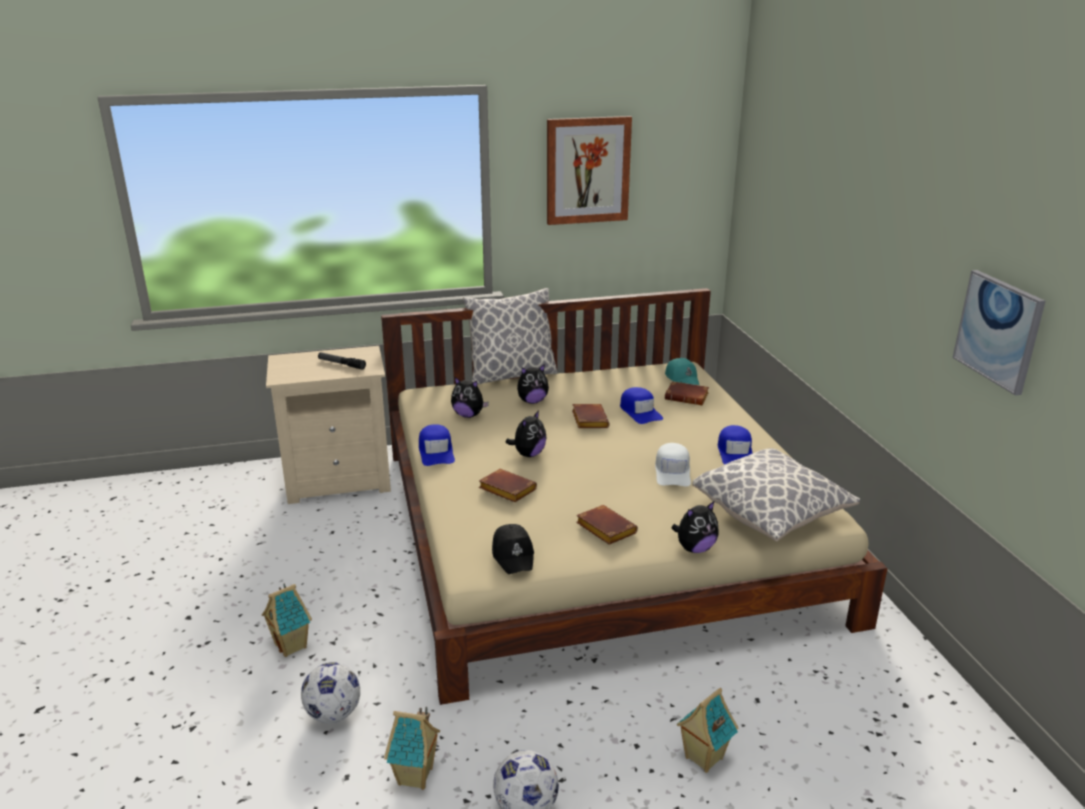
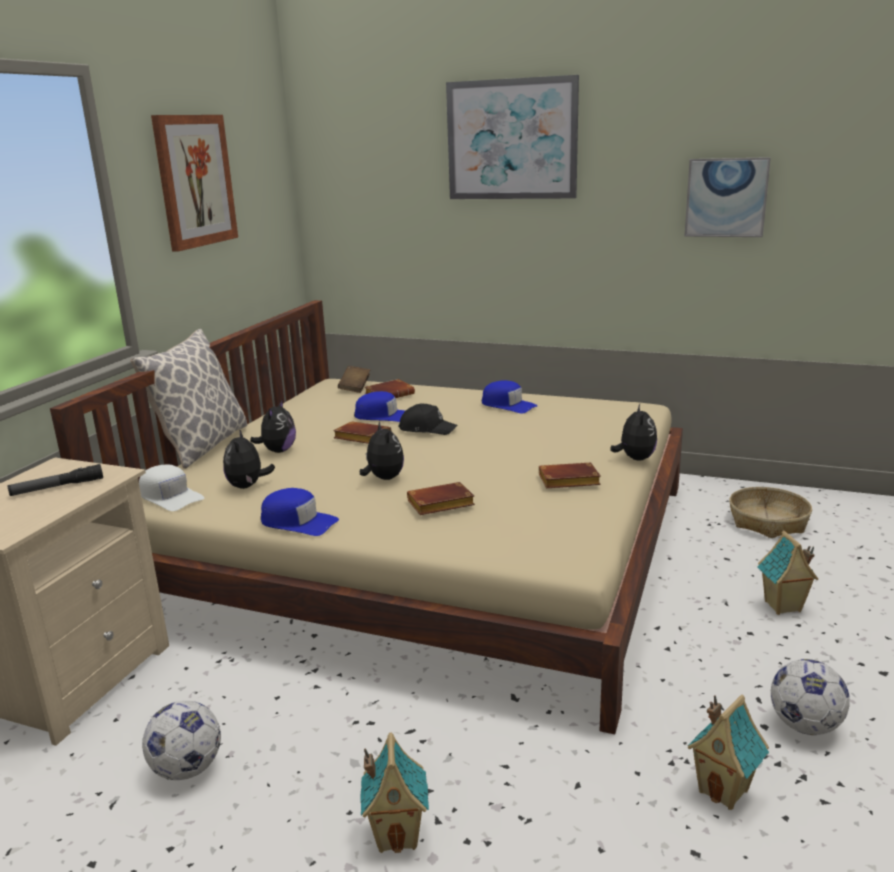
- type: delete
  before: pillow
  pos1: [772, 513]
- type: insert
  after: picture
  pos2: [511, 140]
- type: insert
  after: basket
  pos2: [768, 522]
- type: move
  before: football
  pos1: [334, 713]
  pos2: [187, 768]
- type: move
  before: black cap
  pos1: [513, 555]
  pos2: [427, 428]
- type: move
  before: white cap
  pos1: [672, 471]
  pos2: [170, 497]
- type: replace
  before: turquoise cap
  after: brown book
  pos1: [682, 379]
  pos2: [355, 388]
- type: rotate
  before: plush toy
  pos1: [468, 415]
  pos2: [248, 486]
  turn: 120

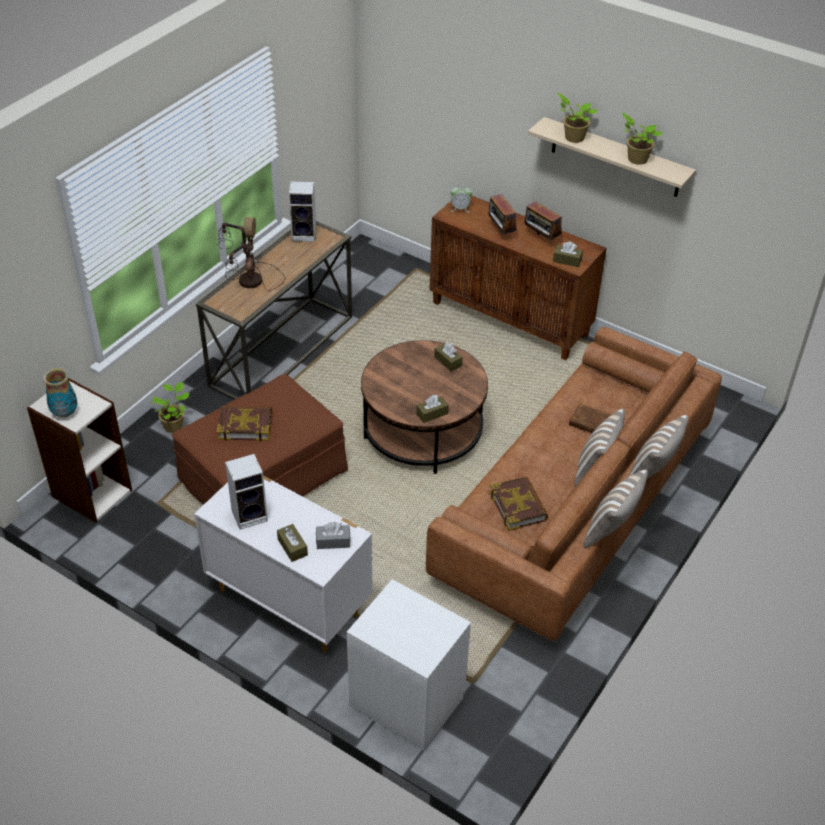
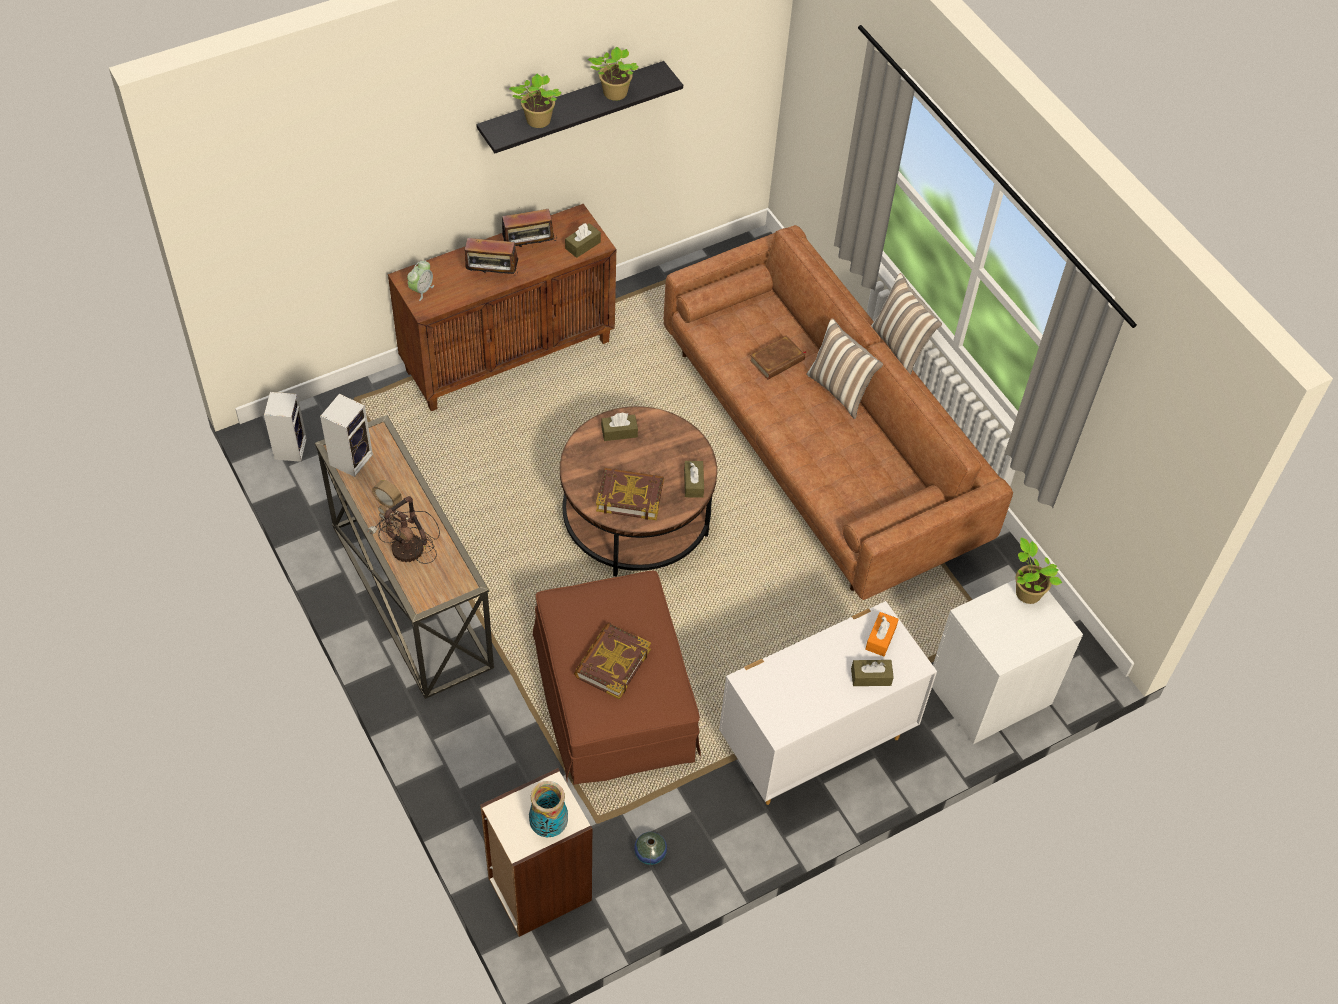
- type: delete
  before: pillow
  pos1: [611, 531]
- type: insert
  after: vase
  pos2: [650, 853]
- type: move
  before: potted plant
  pos1: [174, 425]
  pos2: [1026, 592]
- type: move
  before: speaker
  pos1: [250, 515]
  pos2: [290, 447]
- type: move
  before: book
  pos1: [518, 506]
  pos2: [630, 496]
- type: recolor
  before: grey tissue box
  after: orange tissue box
  pos1: [333, 541]
  pos2: [880, 638]
- type: recolor
  before: beige shelf
  after: black shelf
  pos1: [615, 158]
  pos2: [571, 108]

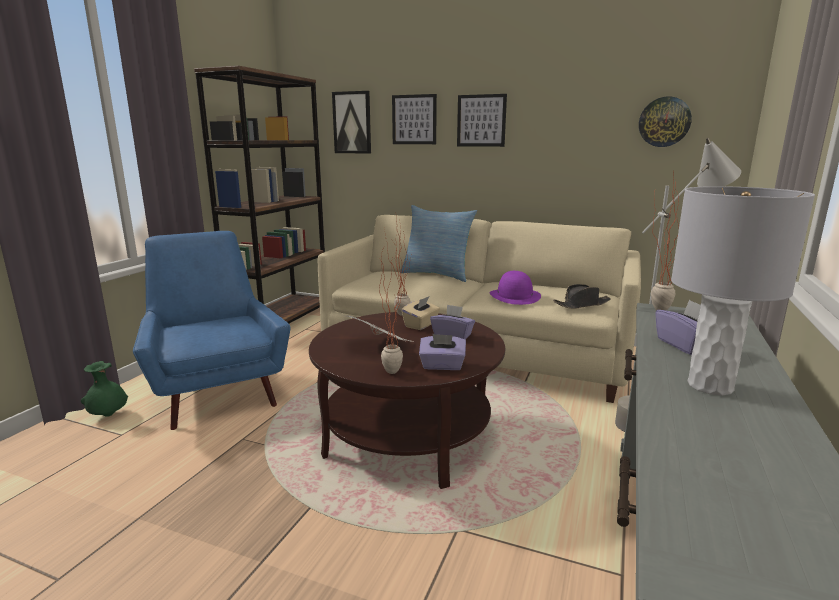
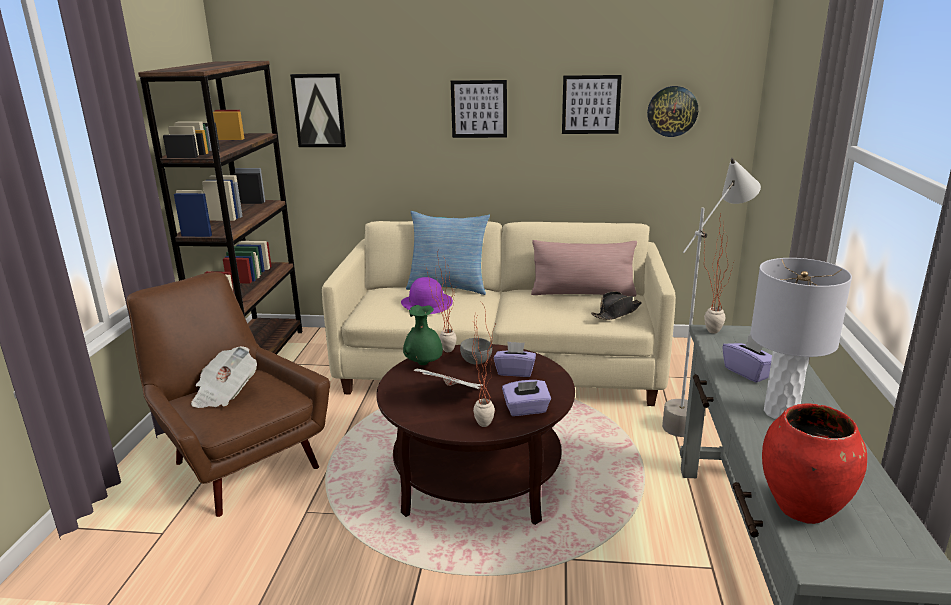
- type: insert
  after: newspaper
  pos2: [225, 394]
- type: insert
  after: pink pillow
  pos2: [583, 293]
- type: insert
  after: red vase
  pos2: [803, 509]
- type: move
  before: green vase
  pos1: [108, 415]
  pos2: [423, 364]
- type: move
  before: picture
  pos1: [414, 119]
  pos2: [591, 104]
- type: move
  before: purple hat
  pos1: [515, 296]
  pos2: [427, 303]
- type: replace
  before: beige tissue box
  after: grey bowl
  pos1: [421, 325]
  pos2: [476, 362]
- type: recolor
  before: blue armchair
  after: brown armchair
  pos1: [216, 390]
  pos2: [237, 460]

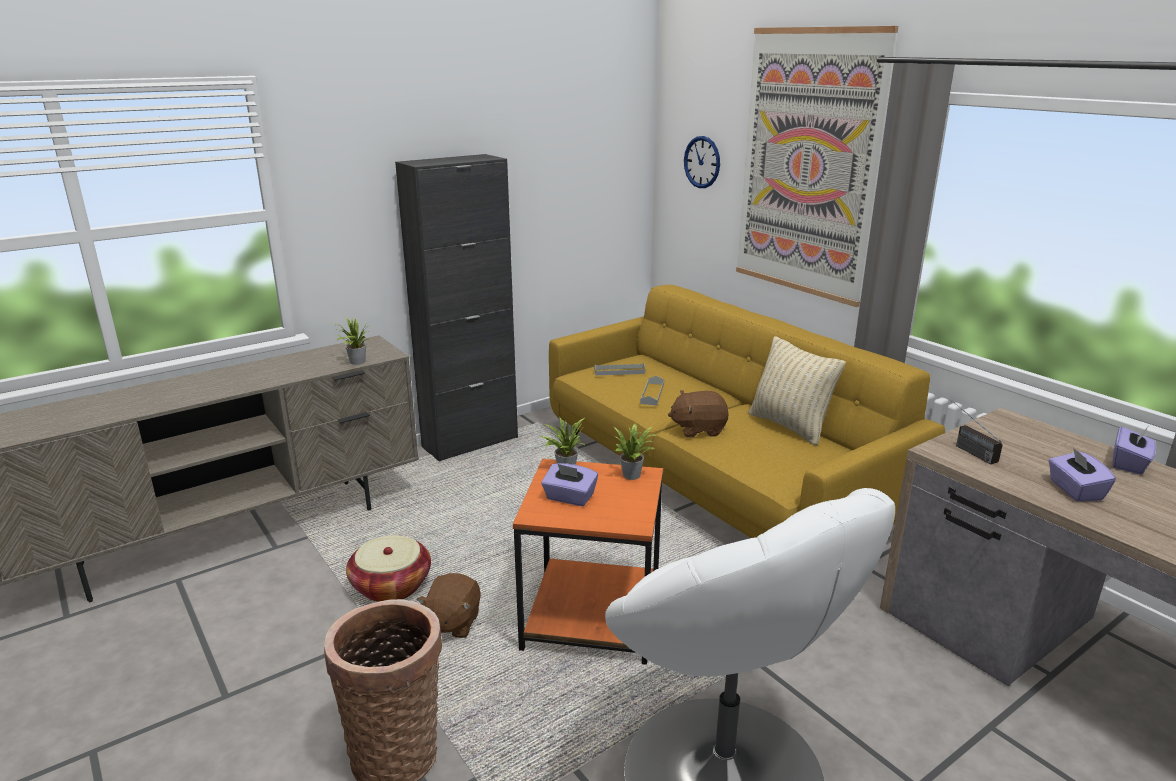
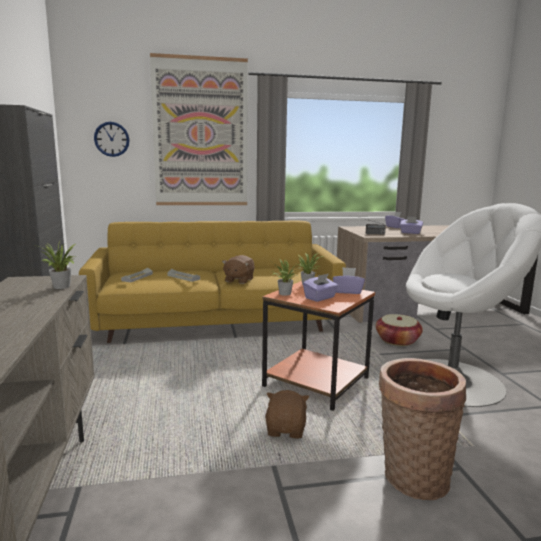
- type: delete
  before: beige pillow
  pos1: [789, 426]
- type: insert
  after: purple tissue box
  pos2: [347, 291]
- type: move
  before: basket
  pos1: [391, 586]
  pos2: [397, 340]
- type: rotate
  before: brown plush toy
  pos1: [452, 623]
  pos2: [286, 430]
  turn: -120

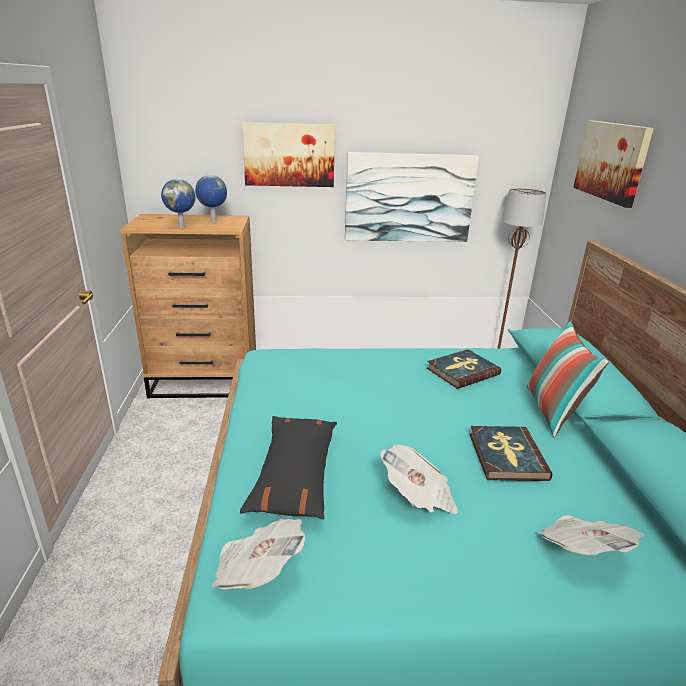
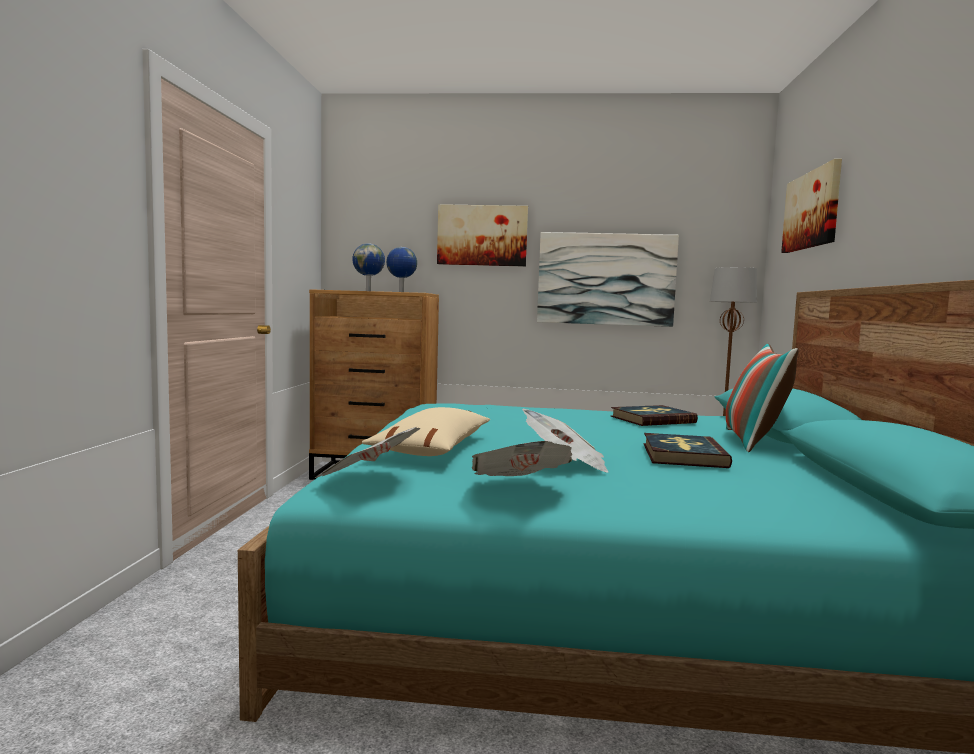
- type: move
  before: newspaper
  pos1: [582, 550]
  pos2: [519, 489]
- type: recolor
  before: black pillow
  after: beige pillow
  pos1: [295, 475]
  pos2: [433, 448]

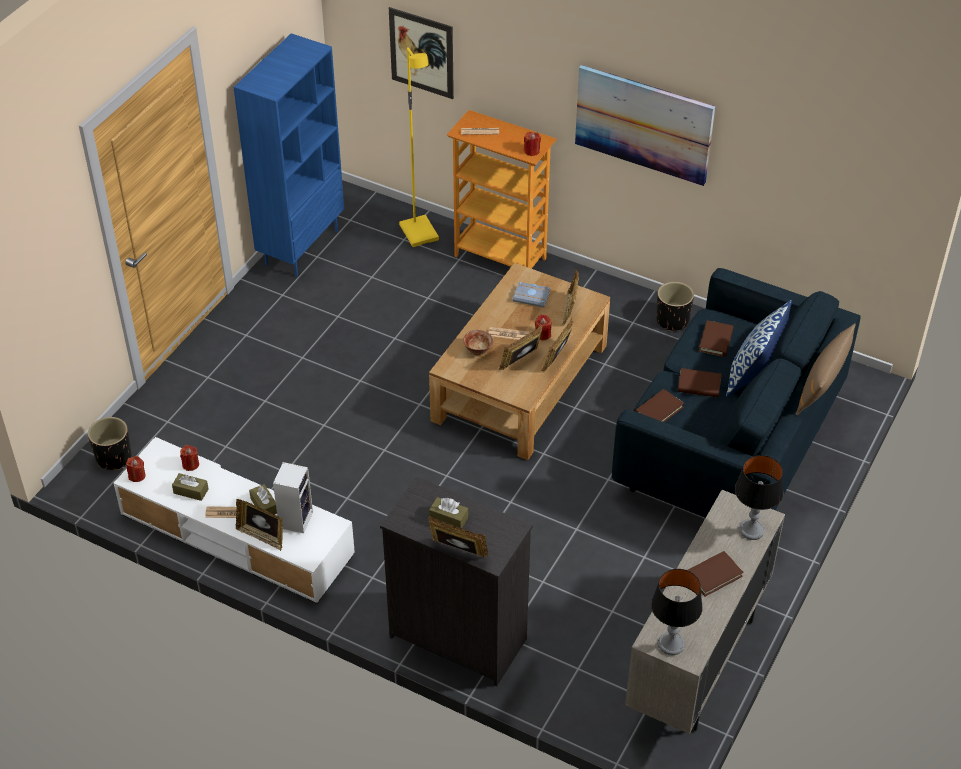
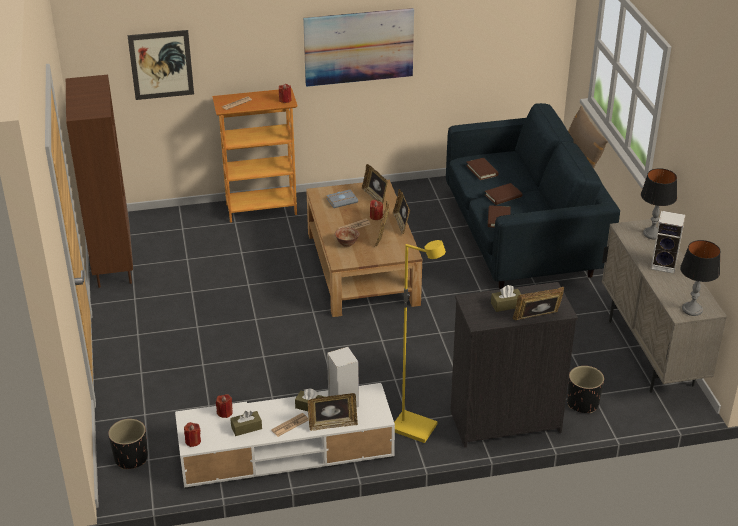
- type: delete
  before: pillow
  pos1: [753, 375]
- type: move
  before: yellow floor lamp
  pos1: [420, 233]
  pos2: [415, 427]
- type: move
  before: black planter
  pos1: [673, 320]
  pos2: [583, 403]
- type: replace
  before: brown book
  after: speaker
  pos1: [713, 575]
  pos2: [665, 265]
- type: recolor
  before: blue bookcase
  after: brown bookcase
  pos1: [301, 246]
  pos2: [112, 265]

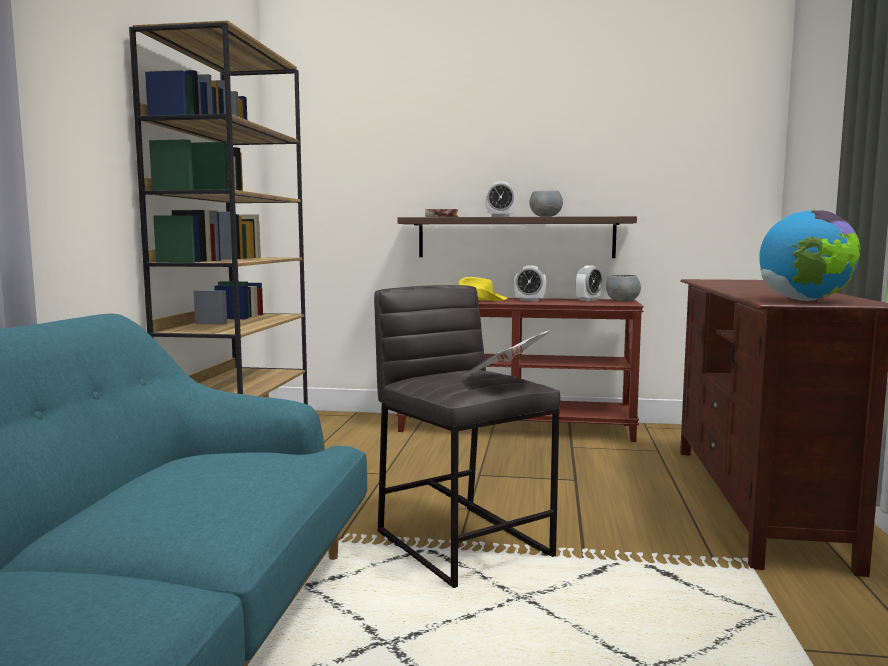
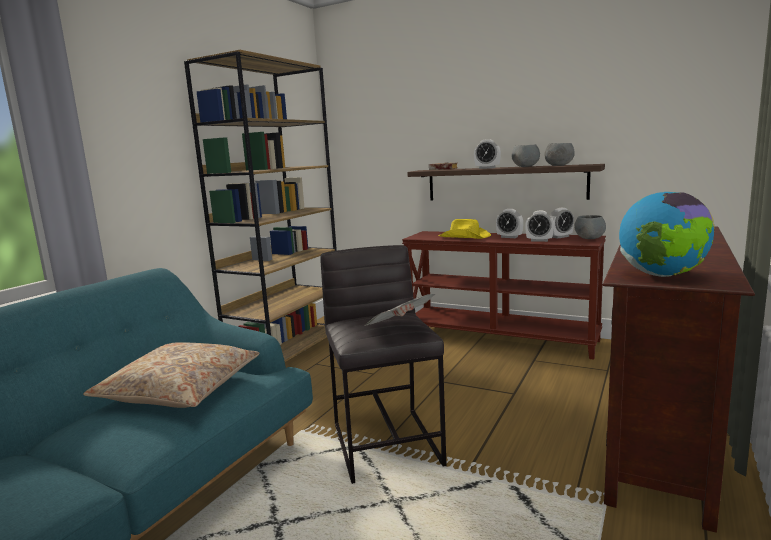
- type: insert
  after: beige pillow
  pos2: [181, 389]
- type: insert
  after: alarm clock
  pos2: [539, 240]
- type: insert
  after: grey bowl
  pos2: [558, 165]

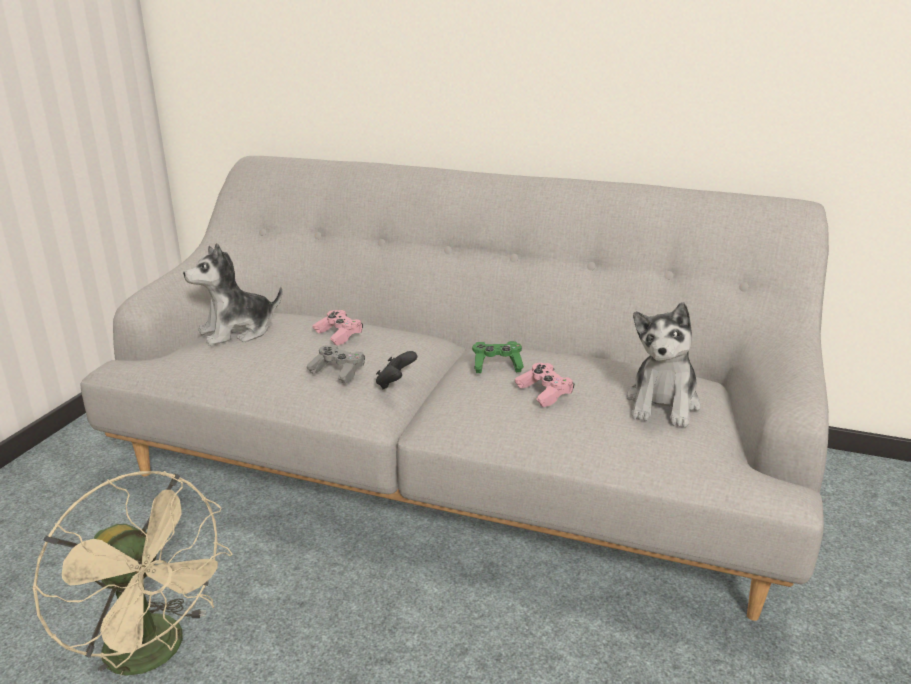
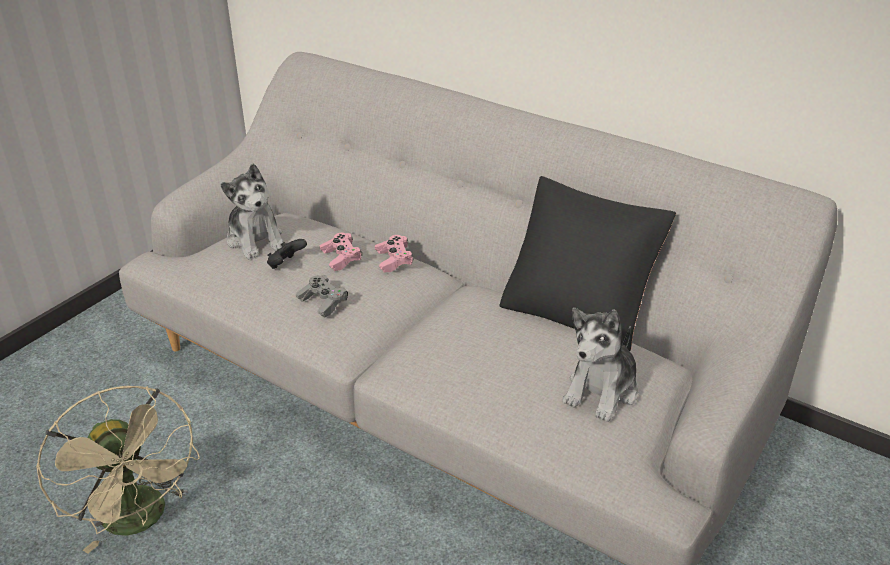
- type: delete
  before: green game controller
  pos1: [497, 365]
- type: insert
  after: black pillow
  pos2: [579, 307]
- type: move
  before: black game controller
  pos1: [395, 384]
  pos2: [286, 265]
- type: move
  before: pink game controller
  pos1: [544, 393]
  pos2: [394, 260]
- type: rotate
  before: plush toy
  pos1: [237, 332]
  pos2: [256, 240]
  turn: -105

